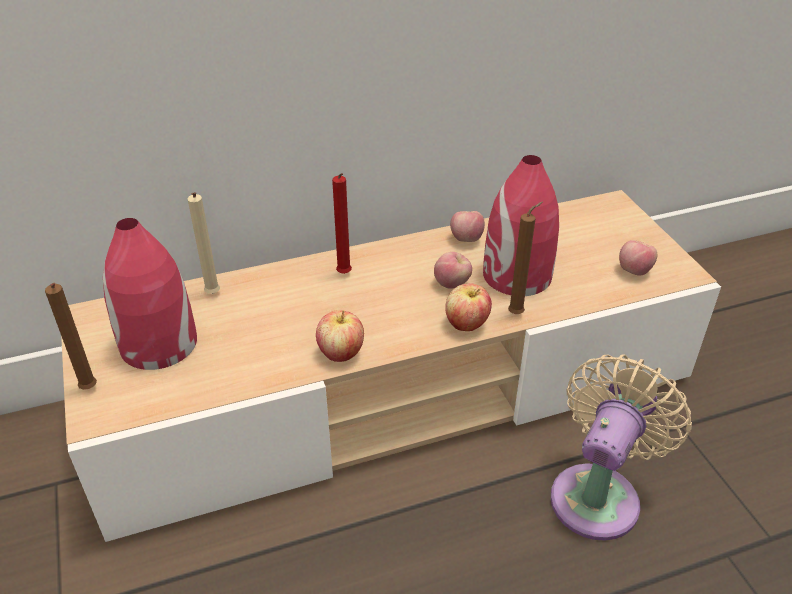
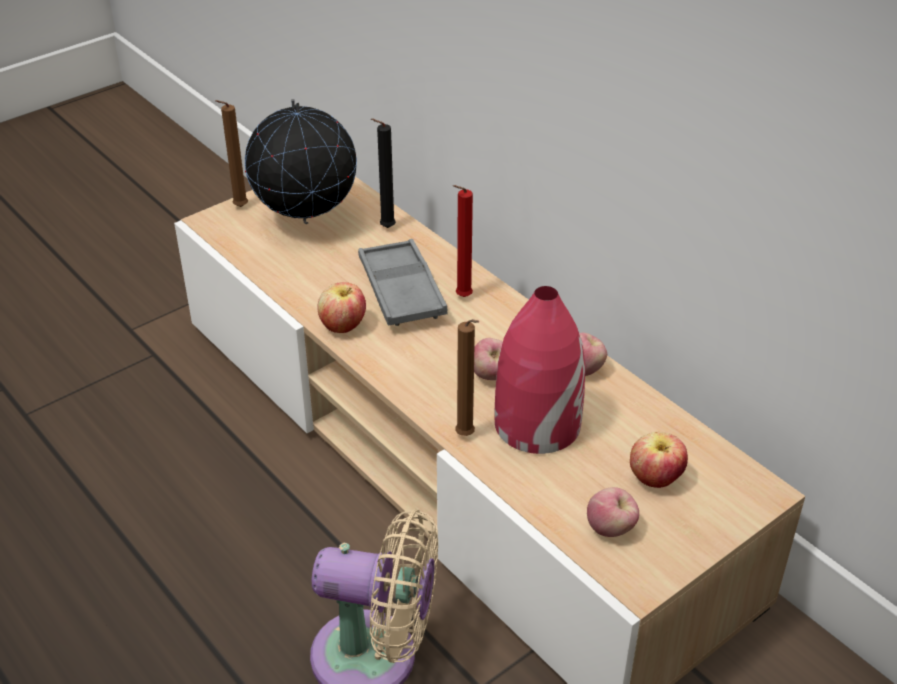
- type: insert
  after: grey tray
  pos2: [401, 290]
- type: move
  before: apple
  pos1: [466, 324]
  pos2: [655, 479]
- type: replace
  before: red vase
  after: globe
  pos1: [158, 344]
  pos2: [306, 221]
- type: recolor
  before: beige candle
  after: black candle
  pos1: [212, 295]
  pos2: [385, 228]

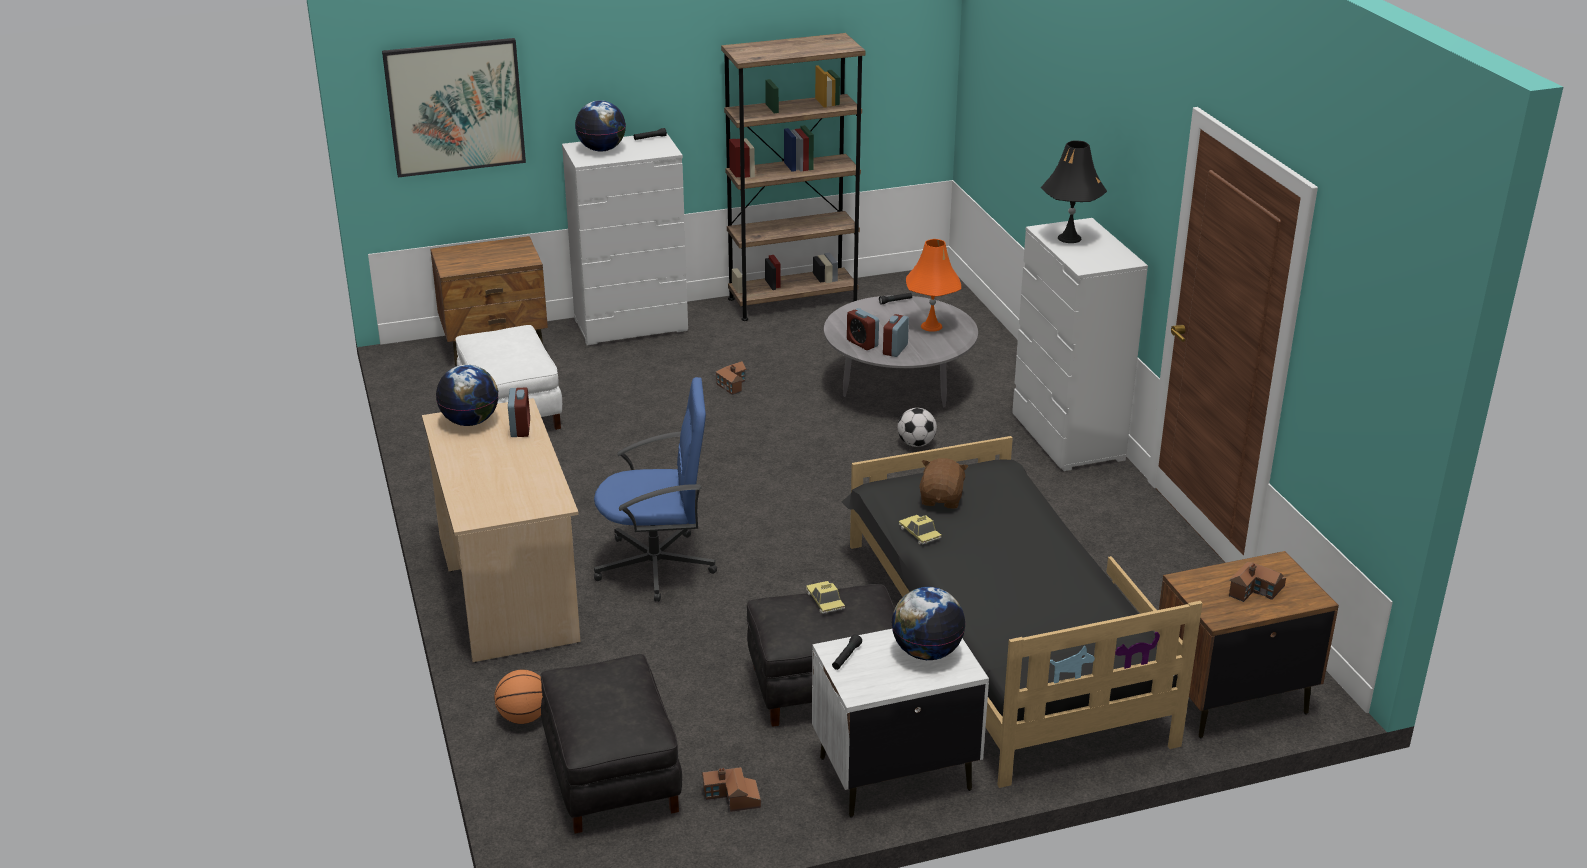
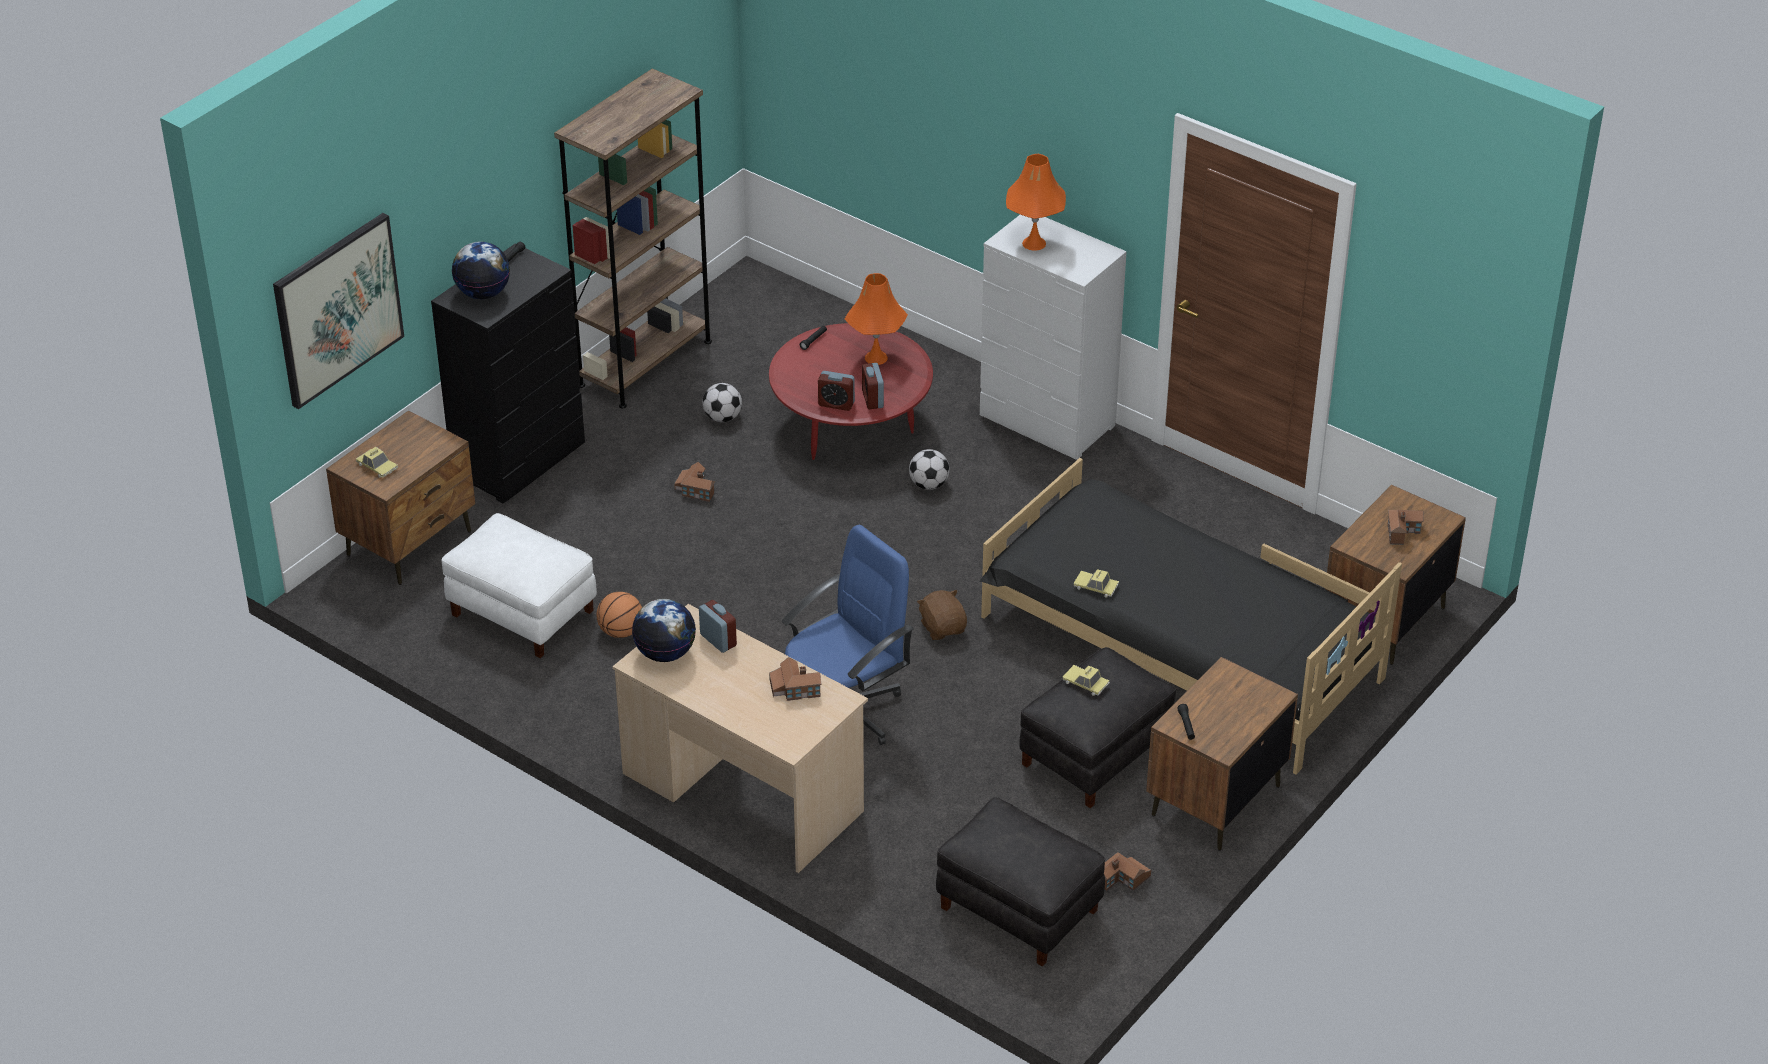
- type: delete
  before: globe
  pos1: [926, 652]
- type: insert
  after: toy car
  pos2: [377, 466]
- type: insert
  after: football
  pos2: [722, 418]
- type: insert
  after: toy house
  pos2: [794, 688]
- type: move
  before: basketball
  pos1: [523, 717]
  pos2: [621, 632]
- type: move
  before: brown plush toy
  pos1: [942, 499]
  pos2: [943, 628]
- type: recolor
  before: white dresser
  after: black dresser
  pos1: [631, 325]
  pos2: [519, 460]
- type: recolor
  before: white nightstand
  after: brown nightstand
  pos1: [893, 773]
  pos2: [1214, 801]
- type: recolor
  before: grey coffee table
  after: red coffee table
  pos1: [898, 388]
  pos2: [851, 428]
- type: recolor
  before: black table lamp
  after: orange table lamp
  pos1: [1069, 238]
  pos2: [1034, 243]

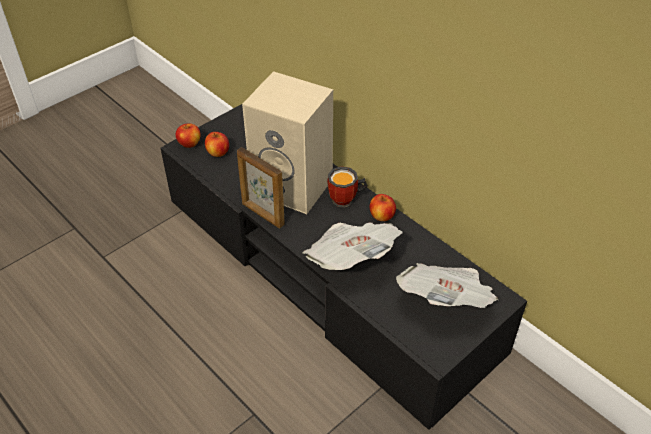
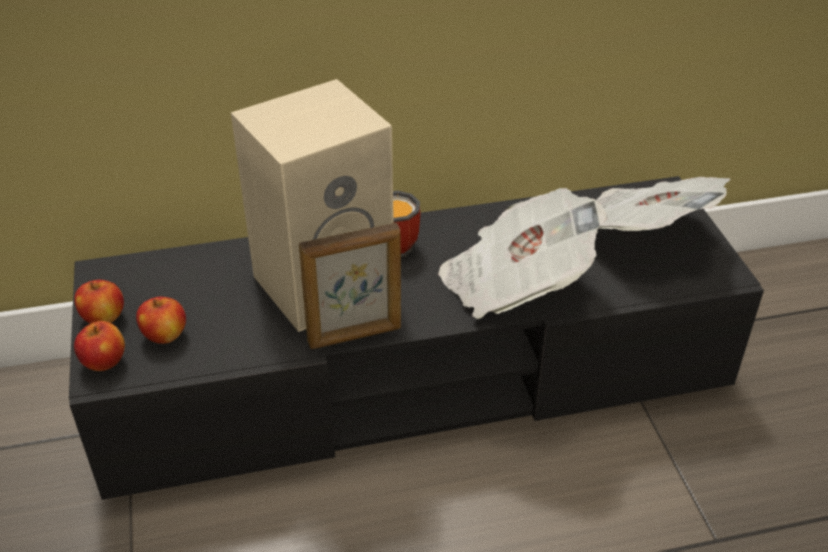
- type: move
  before: apple
  pos1: [382, 216]
  pos2: [104, 318]

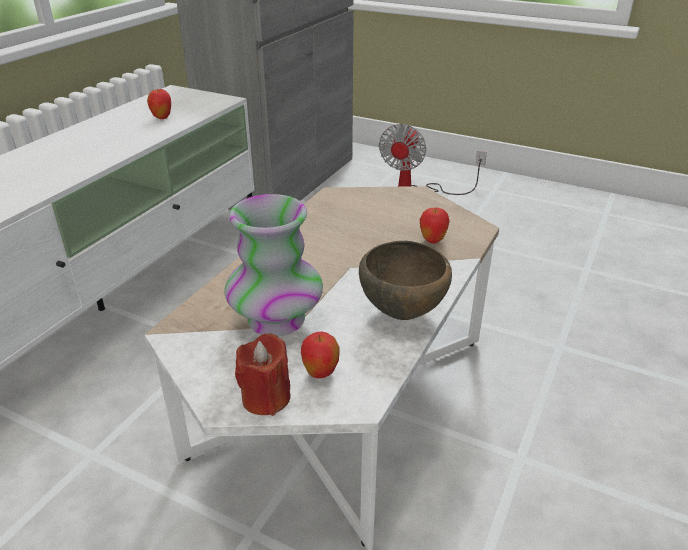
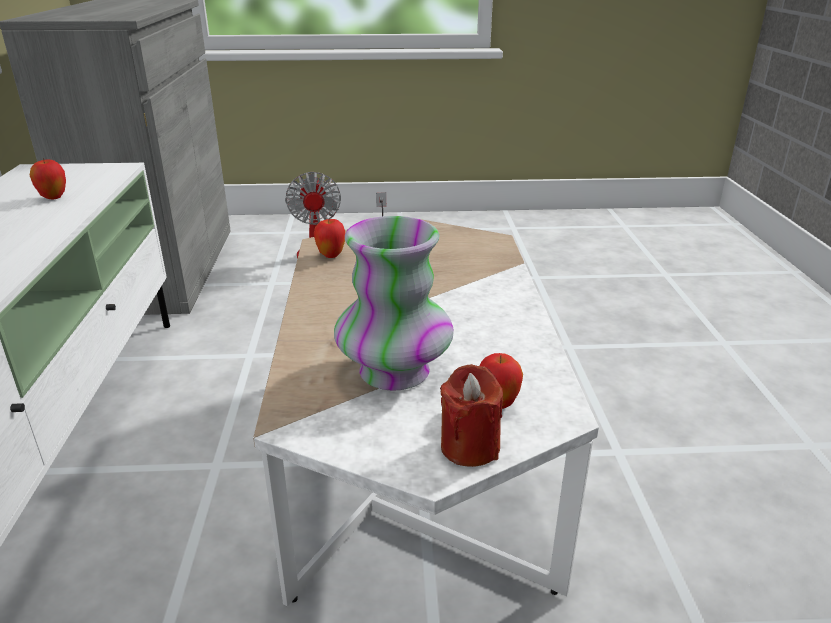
- type: delete
  before: brown bowl
  pos1: [403, 313]
- type: move
  before: apple
  pos1: [432, 240]
  pos2: [331, 255]

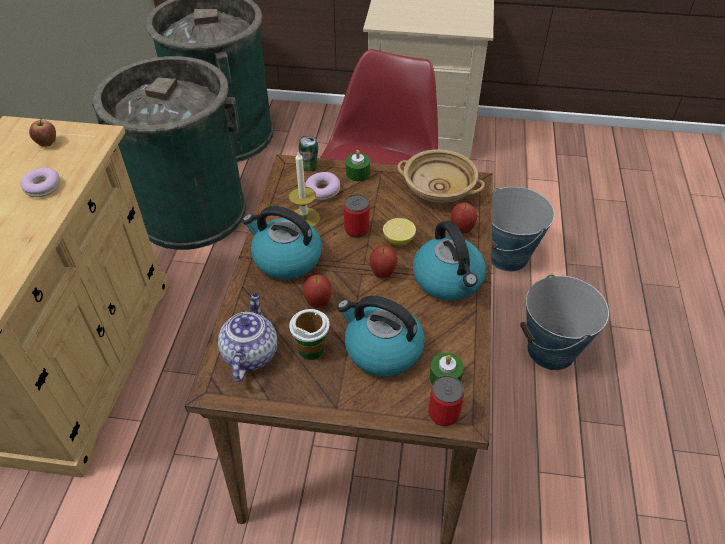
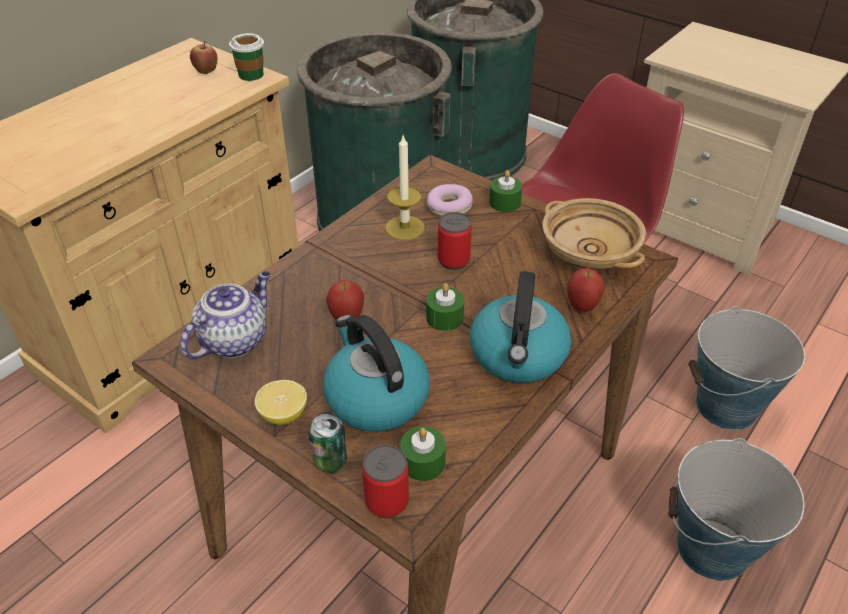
- type: delete
  before: donut
  pos1: [43, 187]
- type: delete
  before: kettle
  pos1: [286, 259]
- type: move
  before: cup
  pos1: [311, 348]
  pos2: [251, 75]
- type: move
  before: can
  pos1: [309, 167]
  pos2: [330, 463]
- type: move
  before: lemon
  pos1: [398, 240]
  pos2: [283, 414]
- type: replace
  before: apple
  after: green candle
  pos1: [382, 273]
  pos2: [444, 317]

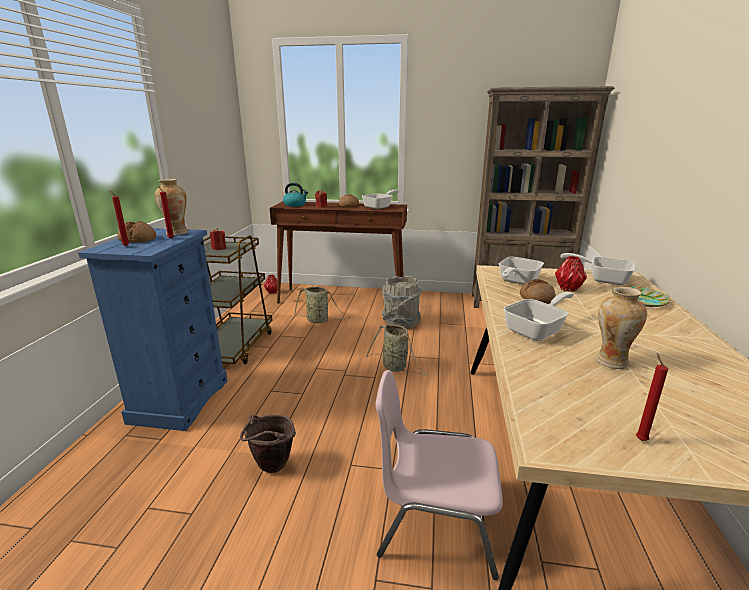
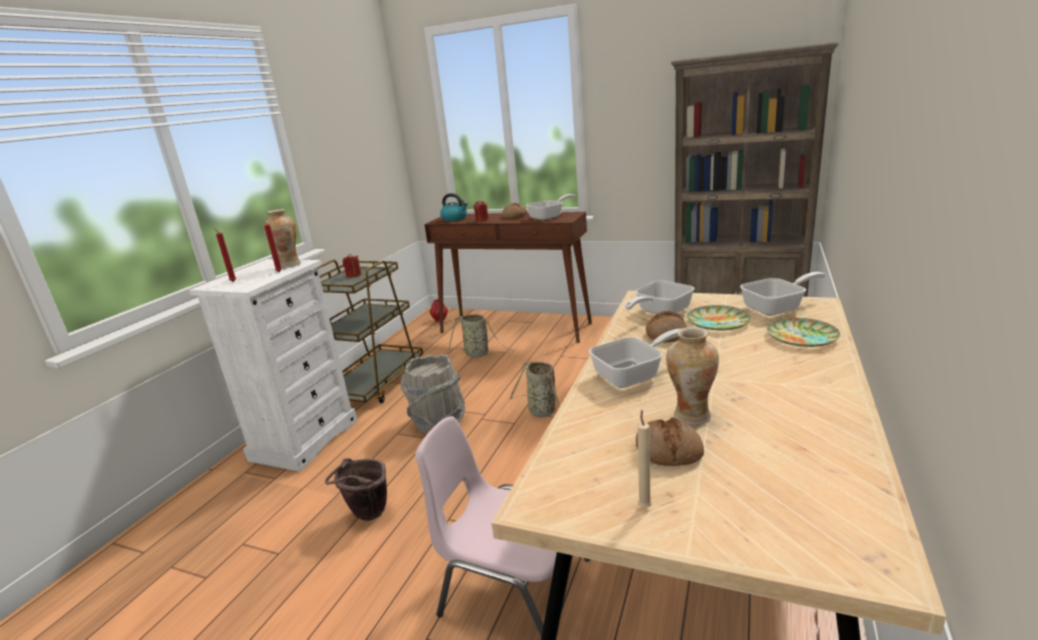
- type: move
  before: bread
  pos1: [138, 239]
  pos2: [669, 451]
- type: move
  before: grey bucket
  pos1: [400, 323]
  pos2: [437, 421]
- type: replace
  before: red vase
  after: plate
  pos1: [568, 289]
  pos2: [718, 322]
- type: recolor
  before: blue dresser
  after: white dresser
  pos1: [180, 400]
  pos2: [305, 439]
- type: recolor
  before: red candle
  after: beige candle
  pos1: [640, 439]
  pos2: [644, 506]
- type: rotate
  before: frying pan
  pos1: [602, 279]
  pos2: [778, 307]
  turn: 120

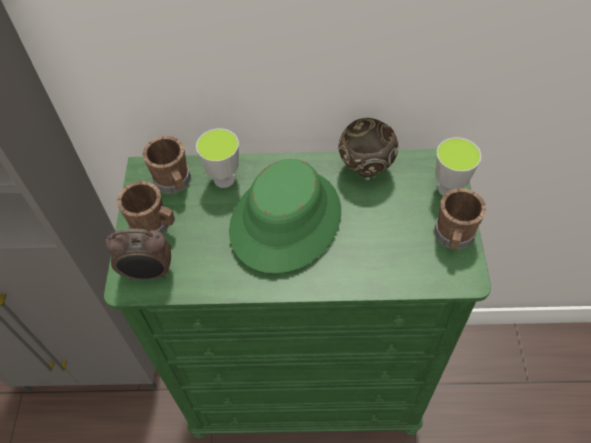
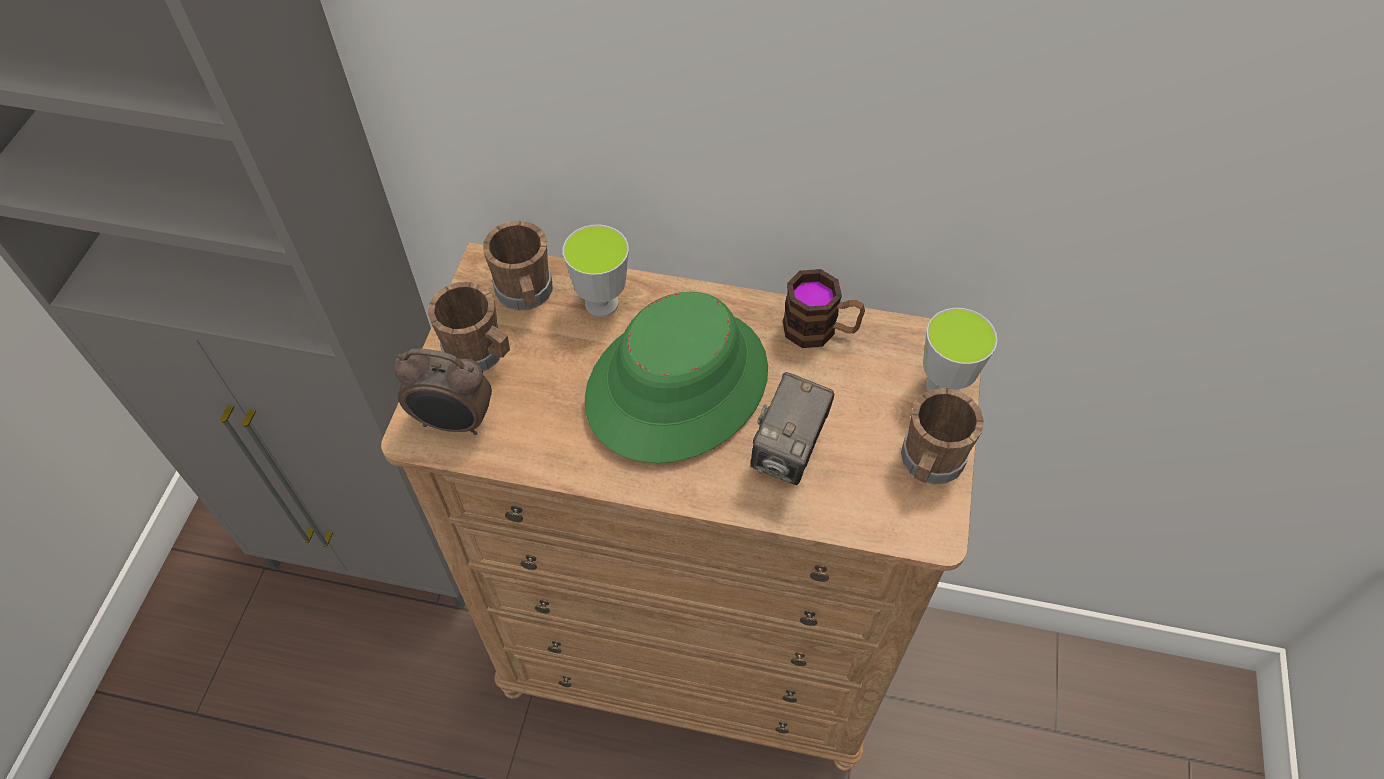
- type: insert
  after: photo camera
  pos2: [788, 452]
- type: replace
  before: brown bowl
  after: mug
  pos1: [365, 169]
  pos2: [820, 330]
- type: recolor
  before: green dresser
  after: brown dresser
  pos1: [305, 384]
  pos2: [693, 652]

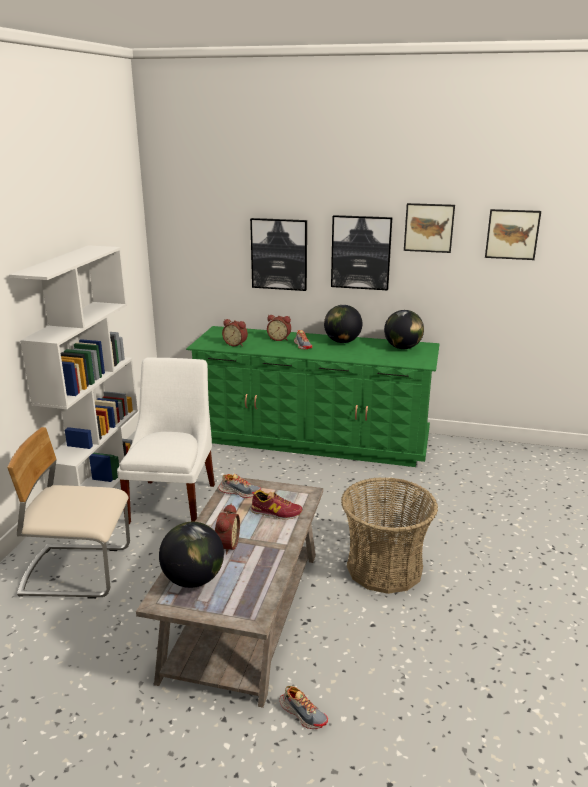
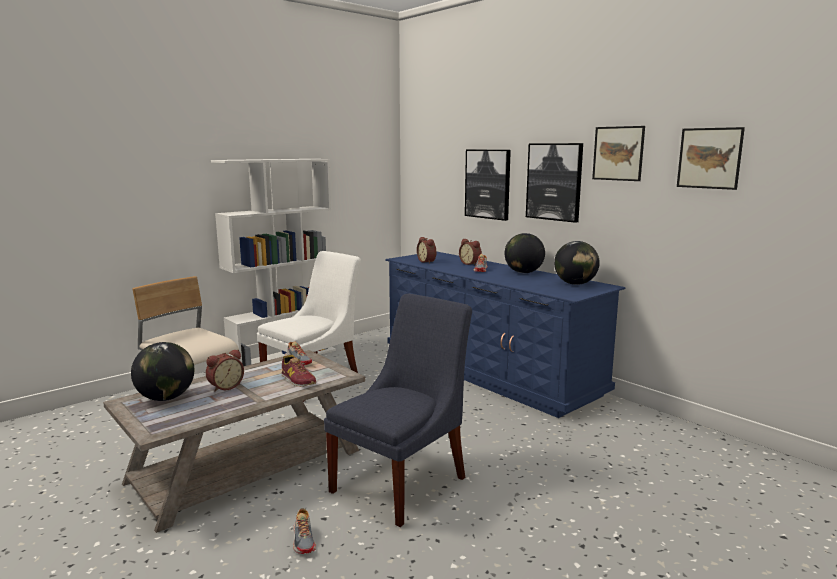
- type: move
  before: shoe
  pos1: [303, 713]
  pos2: [304, 539]
- type: replace
  before: basket
  after: blue chair
  pos1: [384, 567]
  pos2: [403, 482]
- type: recolor
  before: green dresser
  after: blue dresser
  pos1: [312, 439]
  pos2: [488, 372]

